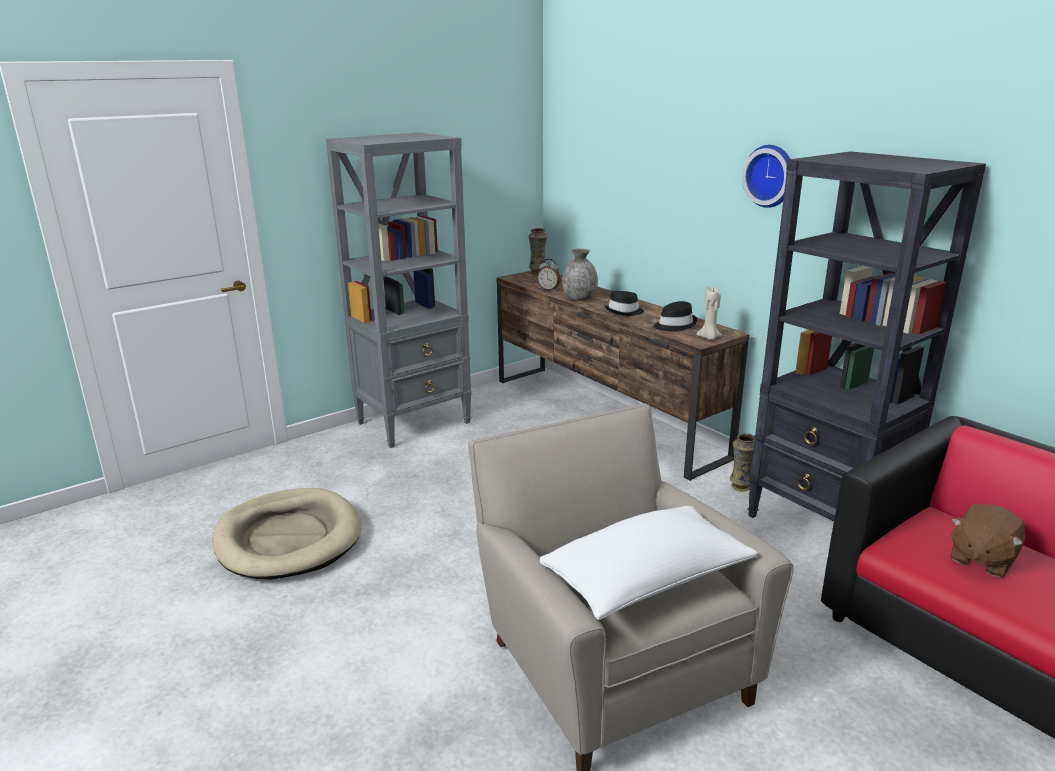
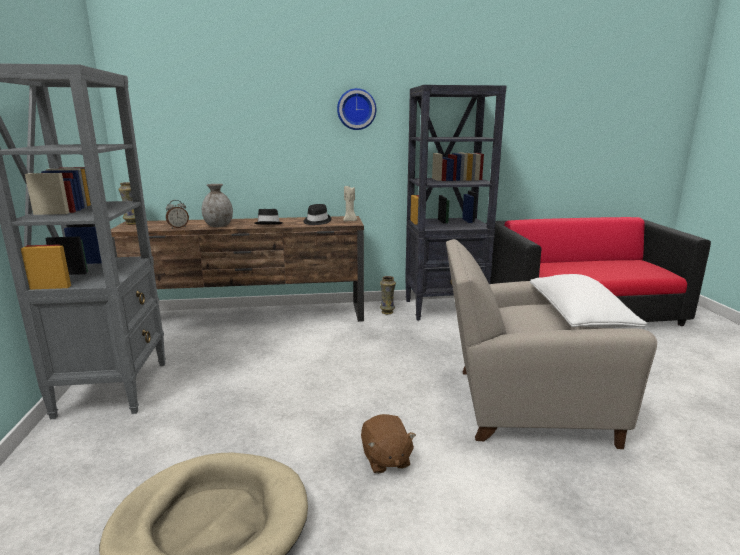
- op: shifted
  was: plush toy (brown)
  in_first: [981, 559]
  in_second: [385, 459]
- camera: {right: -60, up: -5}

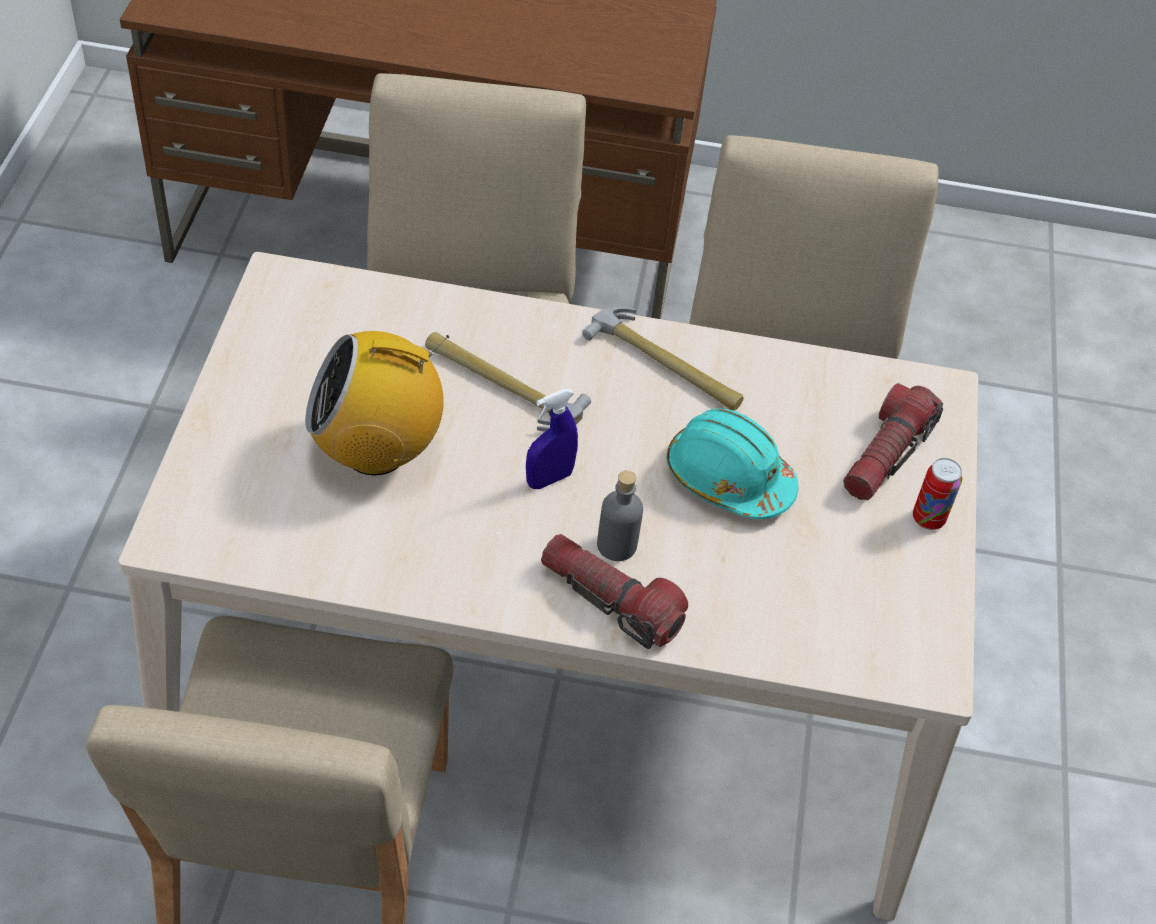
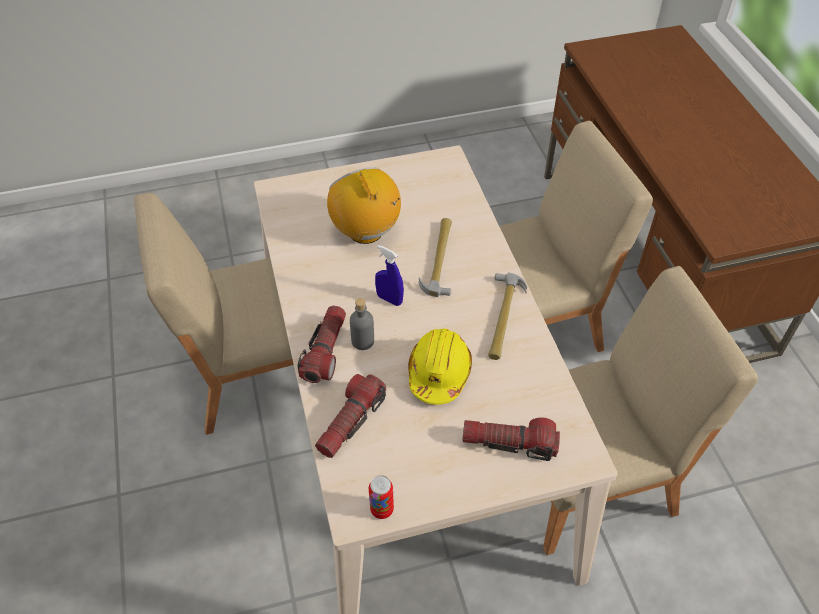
- op: repainted
  was: hard hat (turquoise)
  now: hard hat (yellow)
  in_first: [728, 478]
  in_second: [439, 373]
- op: shifted
  was: can
  in_first: [928, 519]
  in_second: [382, 509]
- op: new
  now: flashlight
  in_second: [350, 422]
- camera: {right: 70, up: 0}

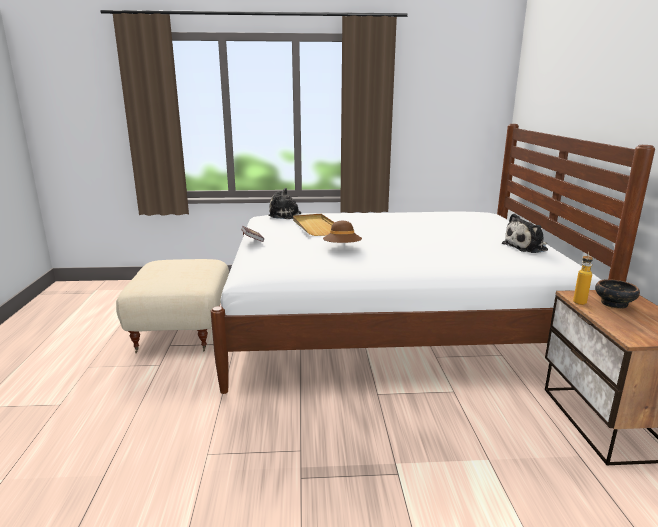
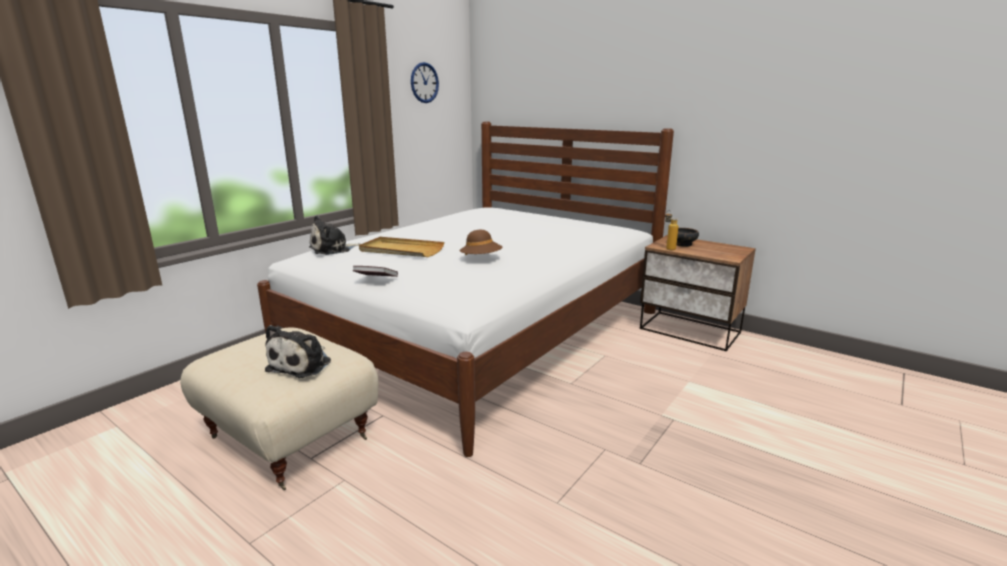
- op: shifted
  was: plush toy
  in_first: [527, 247]
  in_second: [302, 364]
- op: new
  now: wall clock
  in_second: [424, 82]
- camera: {right: -50, up: 0}

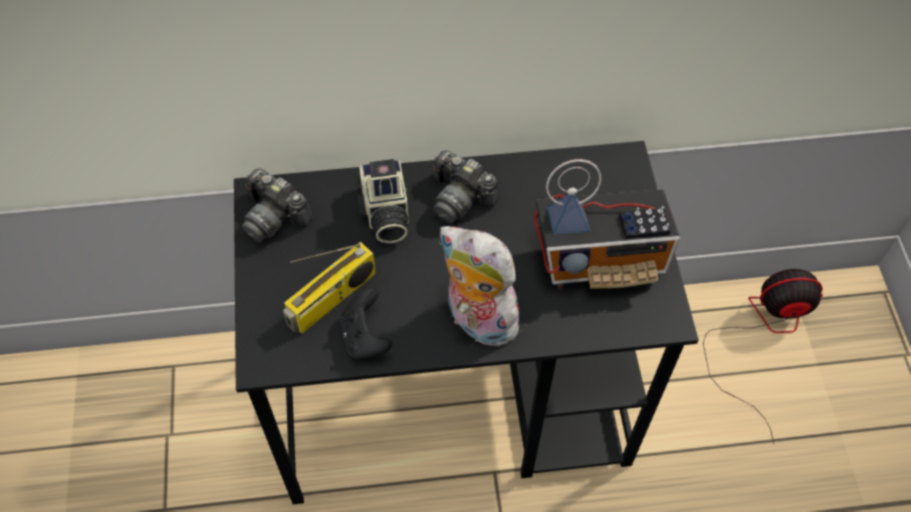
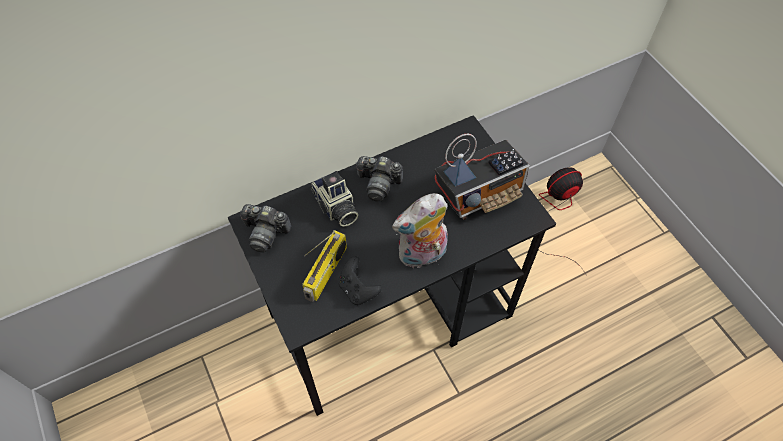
- op: rotated
  was: plush toy
  in_first: [476, 320]
  in_second: [422, 255]
  clockwise: -45
- camera: {right: -20, up: 0}

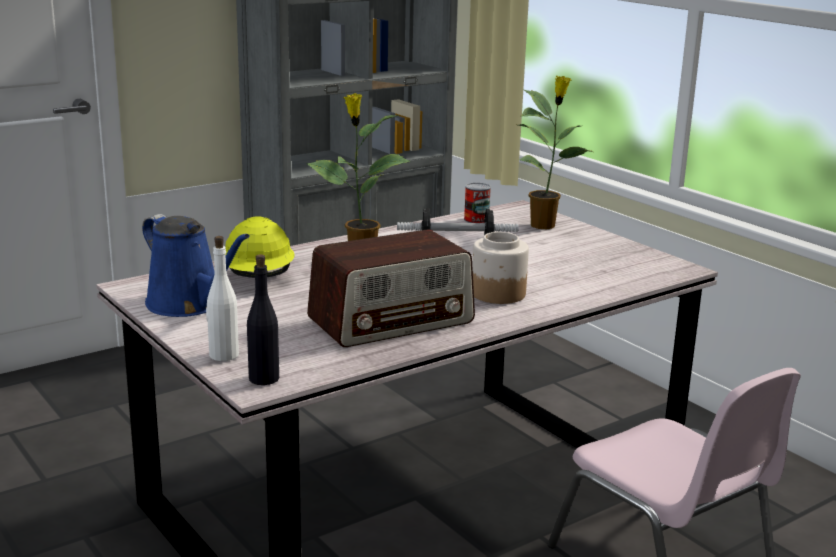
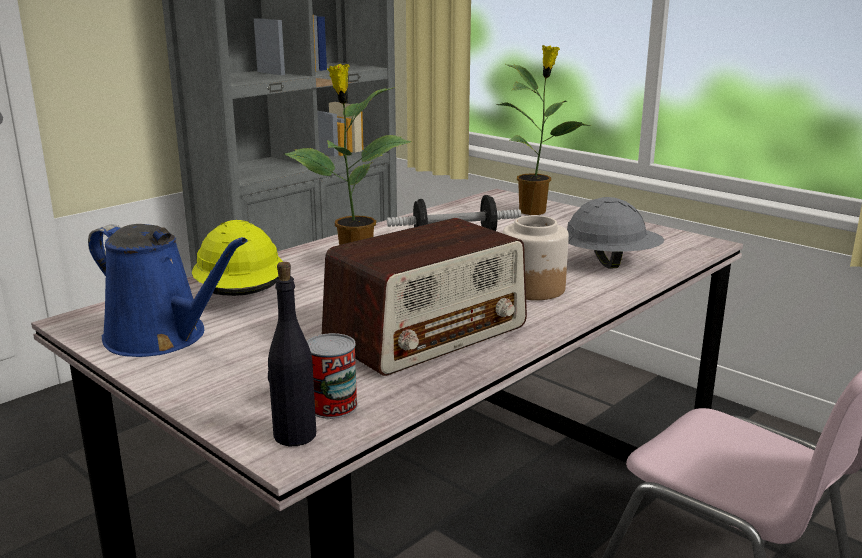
- op: gone
  was: bottle (white)
  in_first: [223, 355]
- op: shifted
  was: can
  in_first: [476, 220]
  in_second: [332, 406]
- op: new
  now: hard hat (grey)
  in_second: [610, 263]
- camera: {right: -10, up: 0}

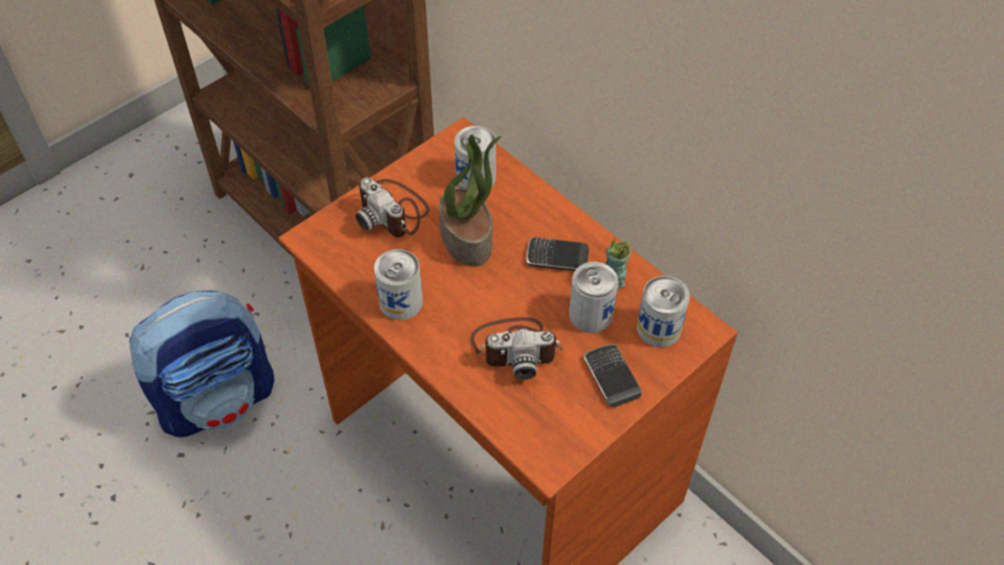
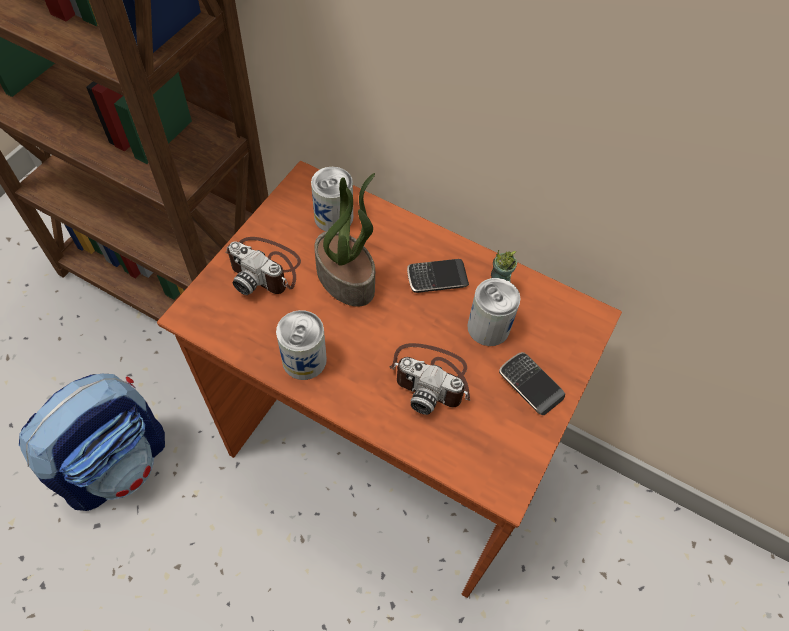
- op: rotated
  was: photo camera
  in_first: [516, 347]
  in_second: [431, 378]
  clockwise: 45
- op: gone
  was: can
  in_first: [659, 328]
- camera: {right: -20, up: 5}

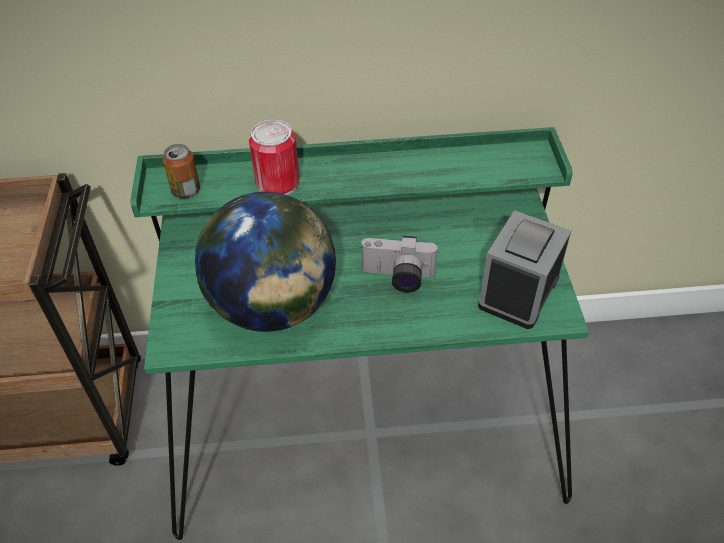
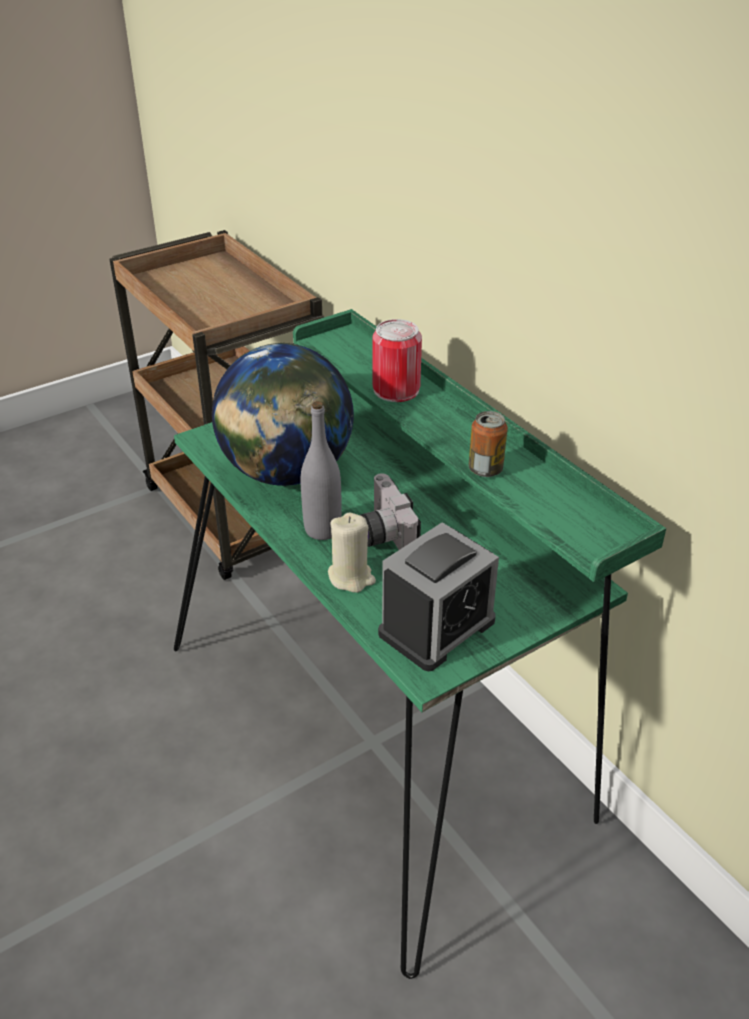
- op: shifted
  was: can
  in_first: [186, 191]
  in_second: [485, 469]
- op: rotated
  was: alarm clock
  in_first: [519, 291]
  in_second: [437, 627]
  clockwise: 135
- op: new
  now: bottle (grey)
  in_second: [322, 529]
- op: new
  now: candle (beige)
  in_second: [351, 577]
- camera: {right: 60, up: -10}

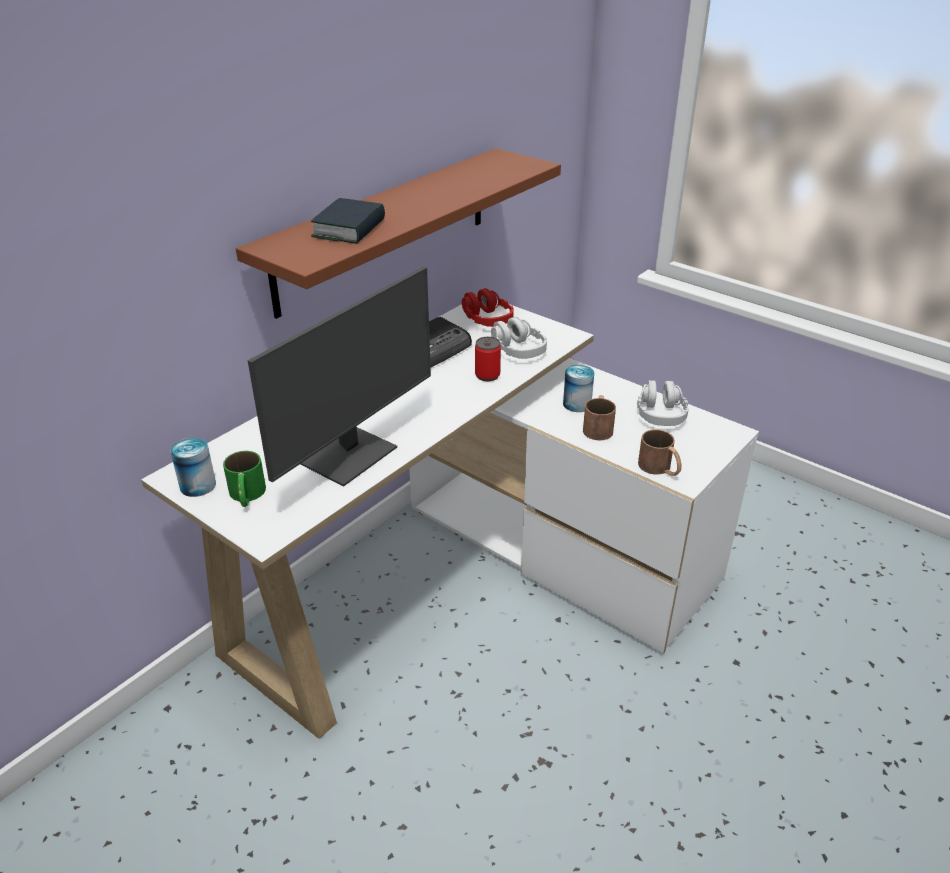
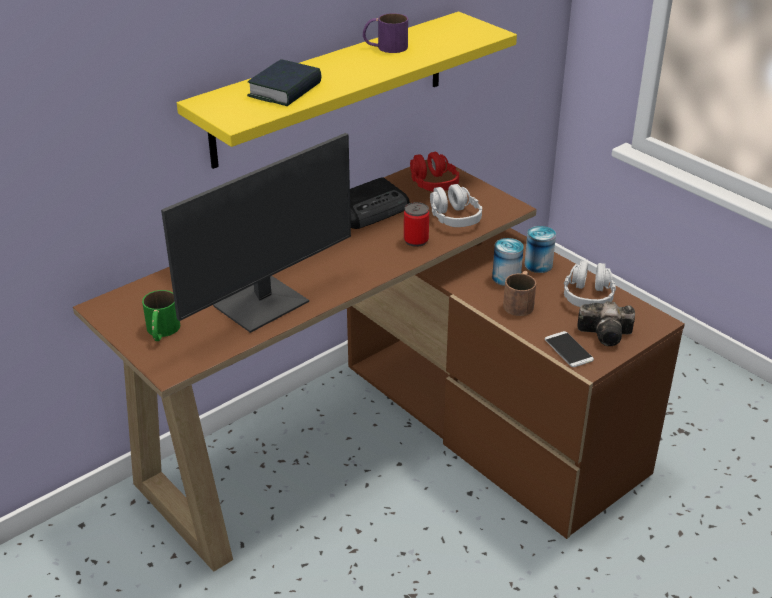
- op: repainted
  was: desk (white)
  now: desk (brown)
  in_first: [468, 578]
  in_second: [389, 442]
- op: shifted
  was: can
  in_first: [198, 485]
  in_second: [538, 265]
- op: repainted
  was: shelf (brown)
  now: shelf (yellow)
  in_first: [385, 229]
  in_second: [331, 88]
- op: swapped
  was: mug (brown)
  now: phone
  in_first: [660, 468]
  in_second: [568, 350]
- op: new
  now: mug (purple)
  in_second: [385, 47]
- op: new
  now: photo camera
  in_second: [607, 334]
- camera: {right: 10, up: 0}

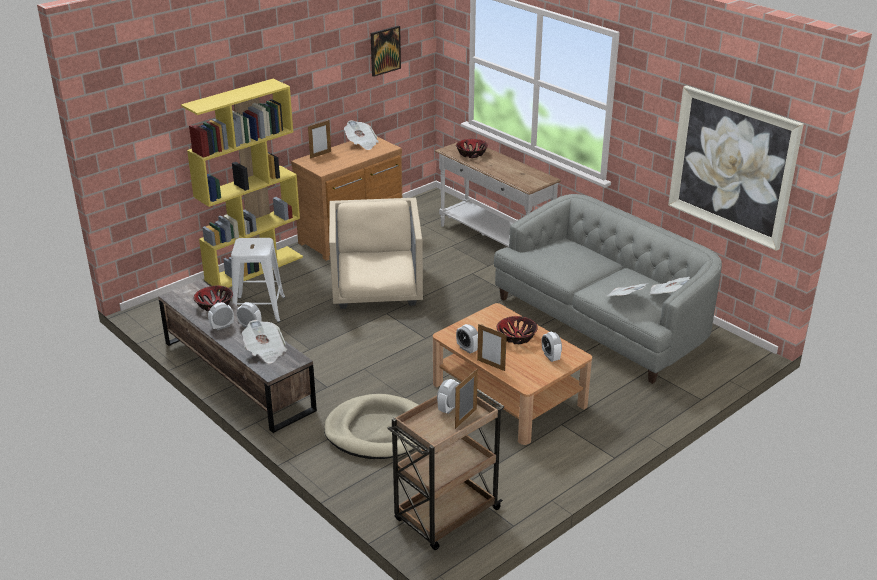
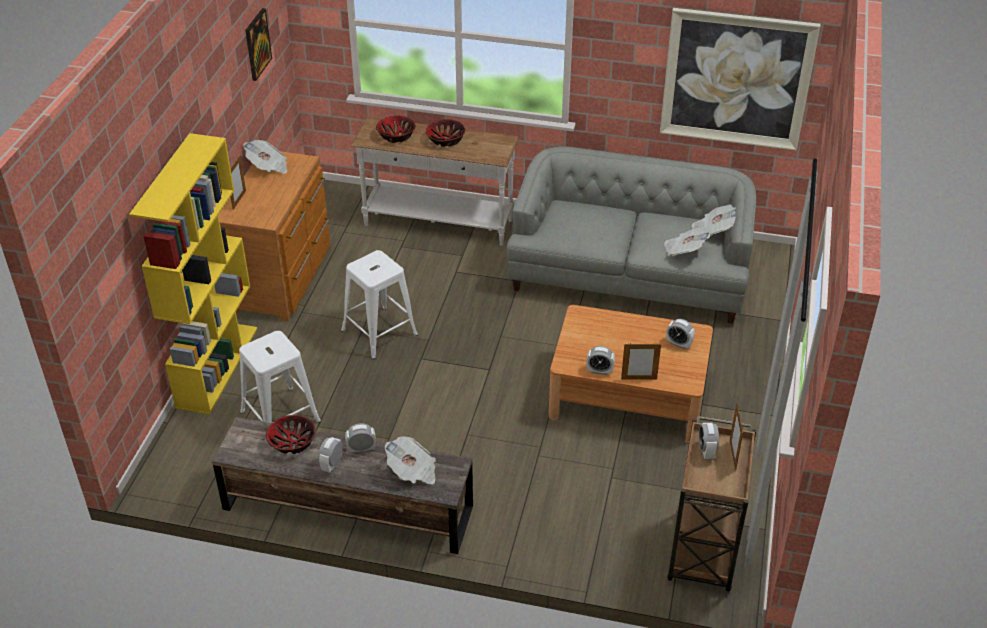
- op: gone
  was: dog bed (beige)
  in_first: [377, 431]
- op: swapped
  was: armchair (beige)
  now: stool (white)
  in_first: [377, 288]
  in_second: [379, 332]
- op: shifted
  was: bowl
  in_first: [516, 337]
  in_second: [445, 140]
- camera: {right: -35, up: 10}

